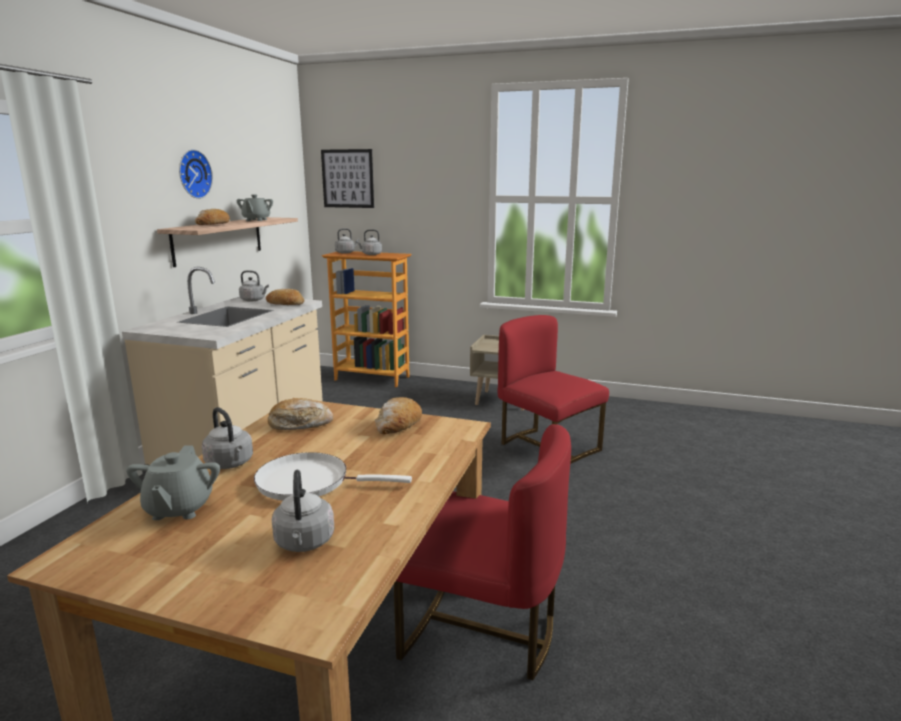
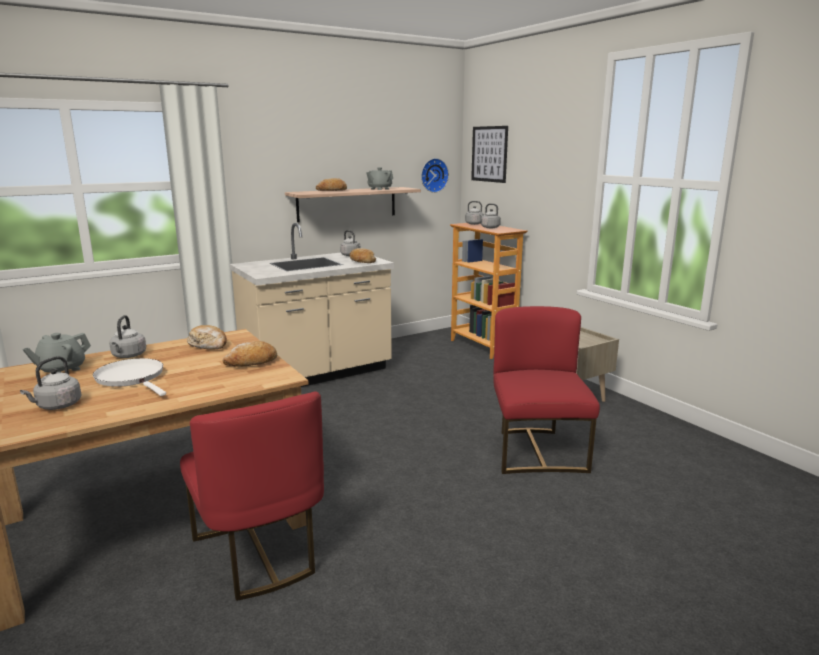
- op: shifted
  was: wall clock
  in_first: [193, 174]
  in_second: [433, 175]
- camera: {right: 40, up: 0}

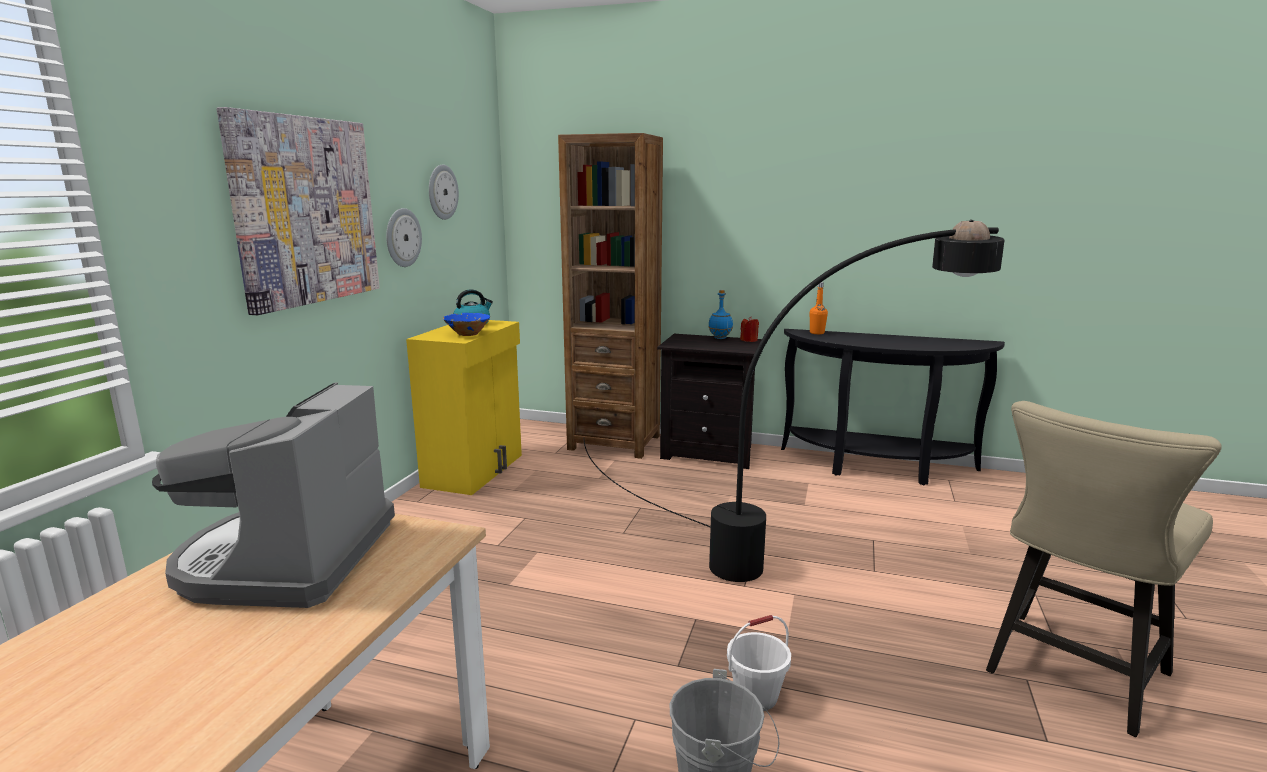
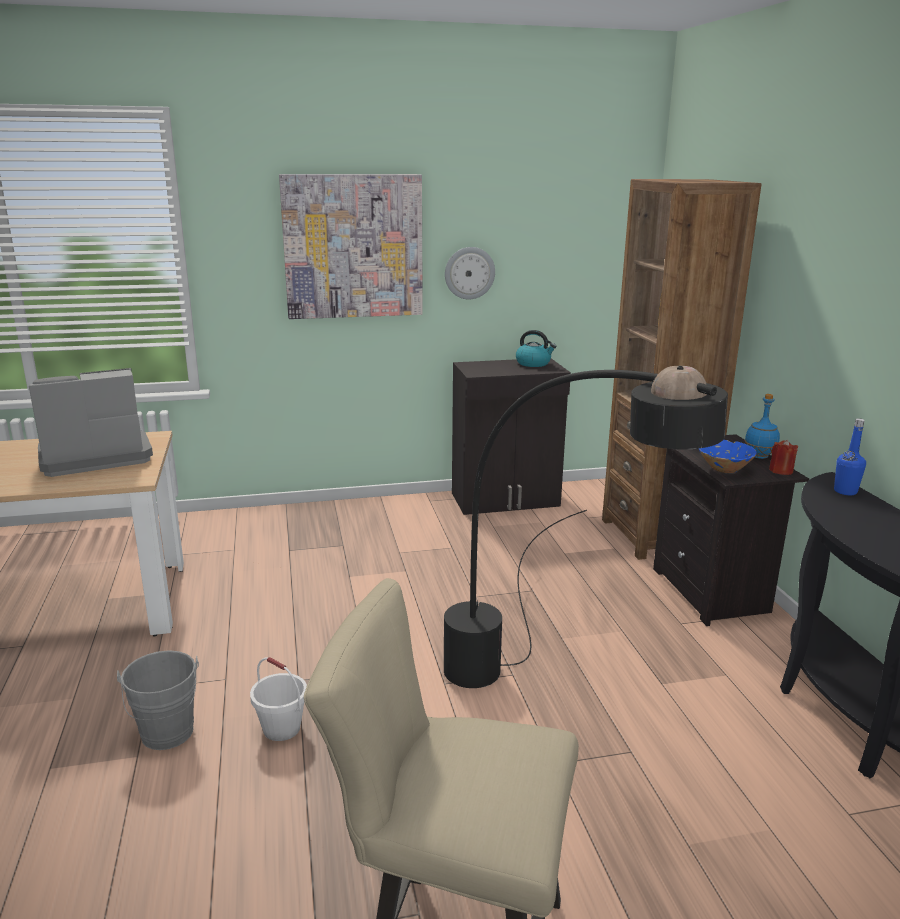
- op: repainted
  was: cabinet (yellow)
  now: cabinet (black)
  in_first: [475, 470]
  in_second: [506, 500]
- op: gone
  was: wall clock
  in_first: [442, 192]
- op: shifted
  was: bowl (blue)
  in_first: [468, 334]
  in_second: [724, 469]
- op: repainted
  was: bottle (orange)
  now: bottle (blue)
  in_first: [817, 333]
  in_second: [845, 491]
- camera: {right: 60, up: 5}

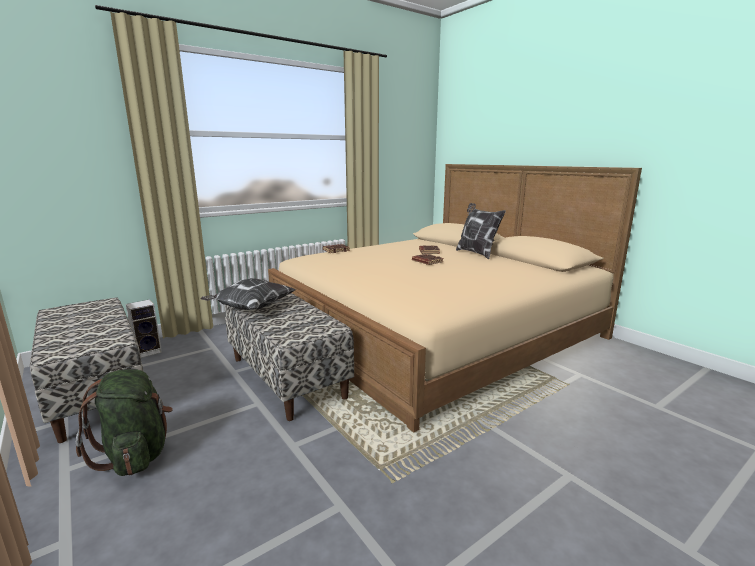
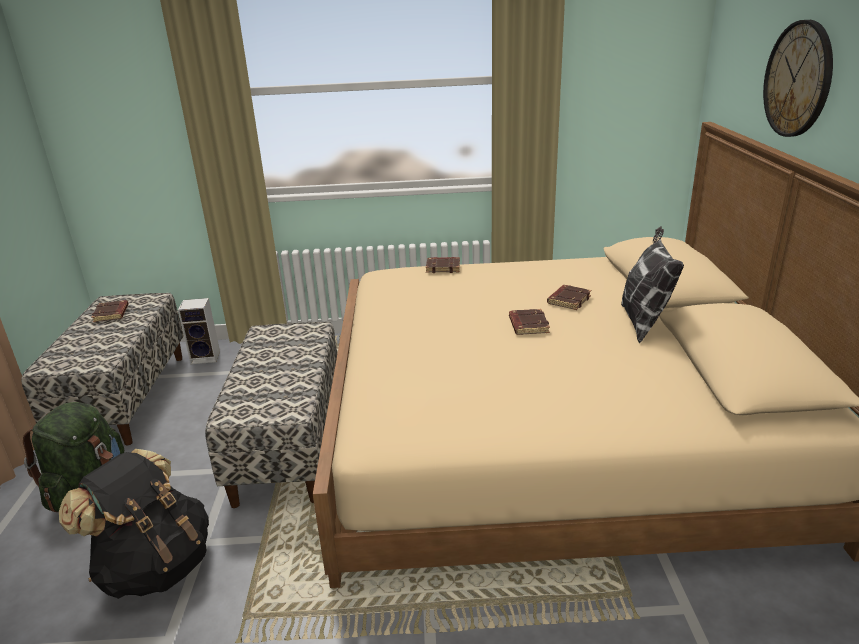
- op: gone
  was: pillow
  in_first: [250, 309]
- op: new
  now: backpack (black)
  in_second: [155, 566]
- op: new
  now: book (brown)
  in_second: [112, 314]
- op: new
  now: wall clock
  in_second: [798, 79]
- camera: {right: 35, up: 10}

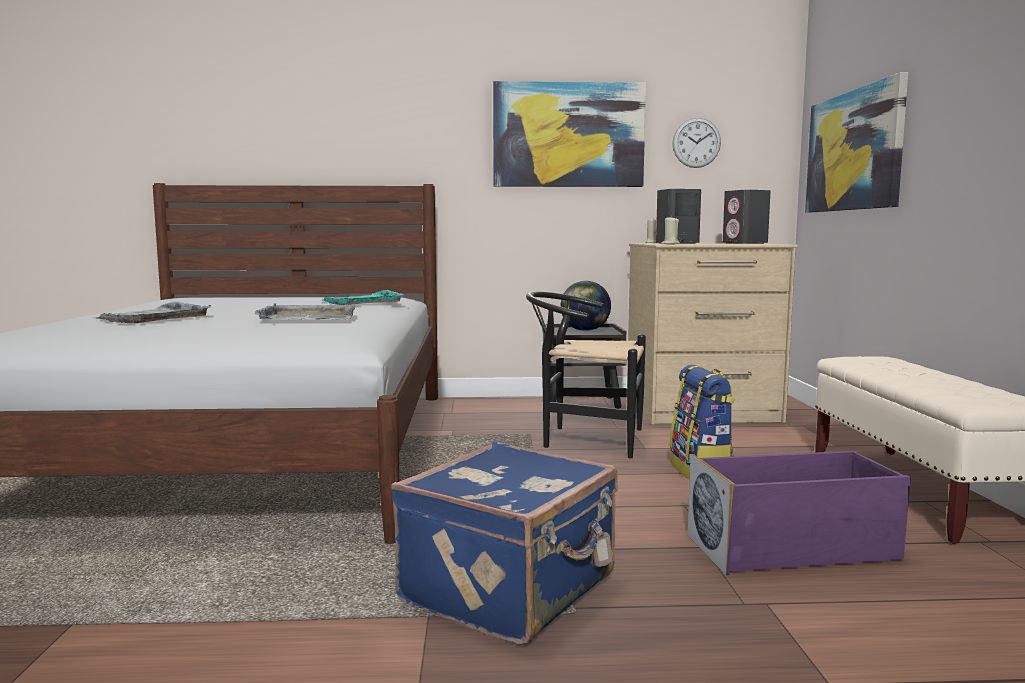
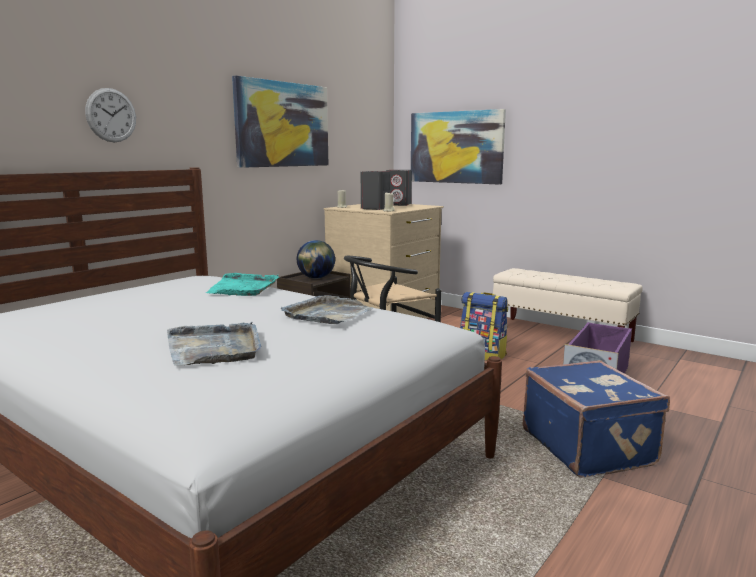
- op: shifted
  was: wall clock
  in_first: [696, 142]
  in_second: [111, 115]
- camera: {right: -50, up: 5}

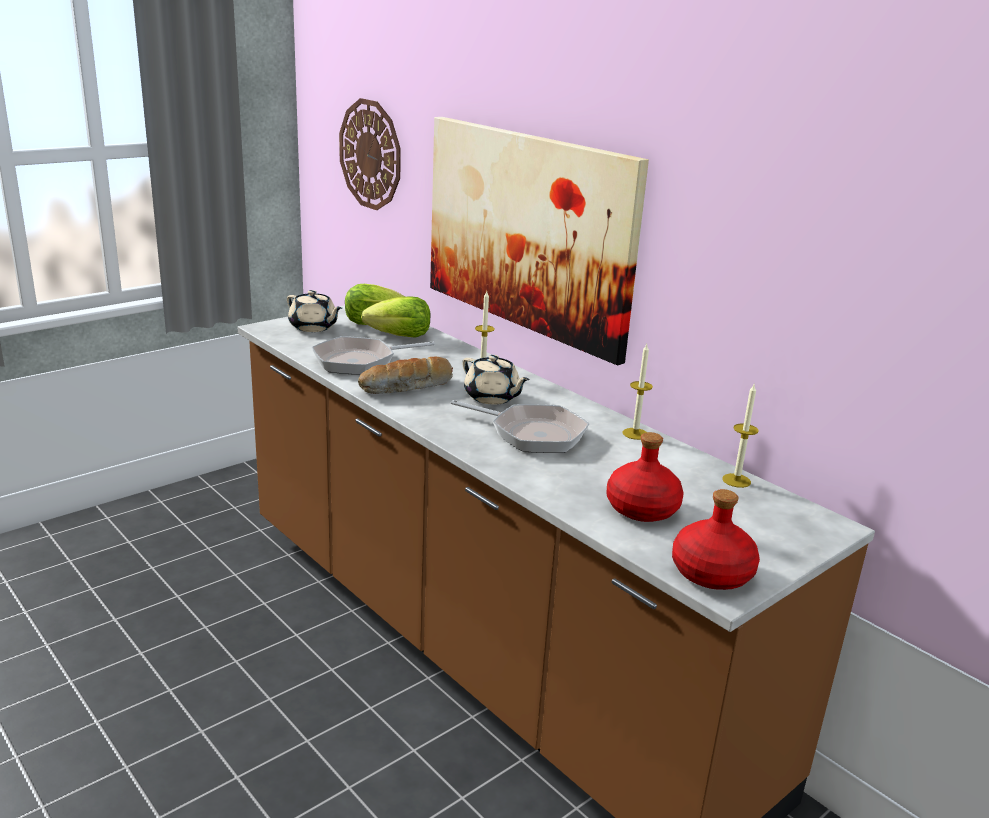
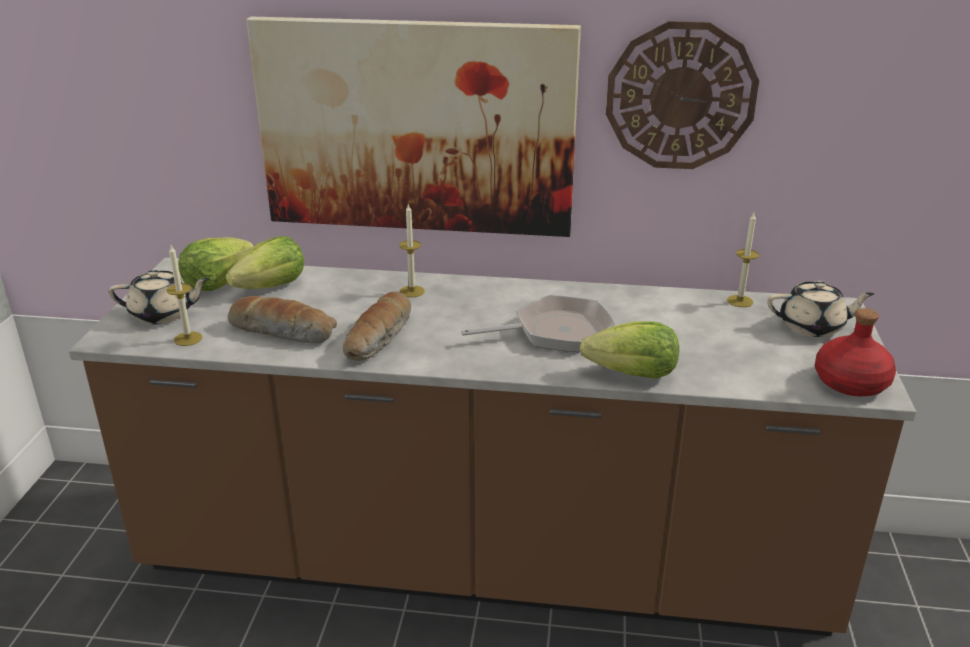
- op: swapped
  was: frying pan
  now: bread
  in_first: [360, 361]
  in_second: [284, 331]
- op: shifted
  was: wall clock
  in_first: [370, 154]
  in_second: [680, 96]
- op: shifted
  was: teapot (beige)
  in_first: [492, 397]
  in_second: [813, 327]
- op: gone
  was: bottle (red)
  in_first: [642, 508]
- op: shifted
  was: candle
  in_first: [635, 434]
  in_second: [188, 339]
- op: new
  now: lettuce
  in_second: [633, 374]
- camera: {right: -40, up: 5}

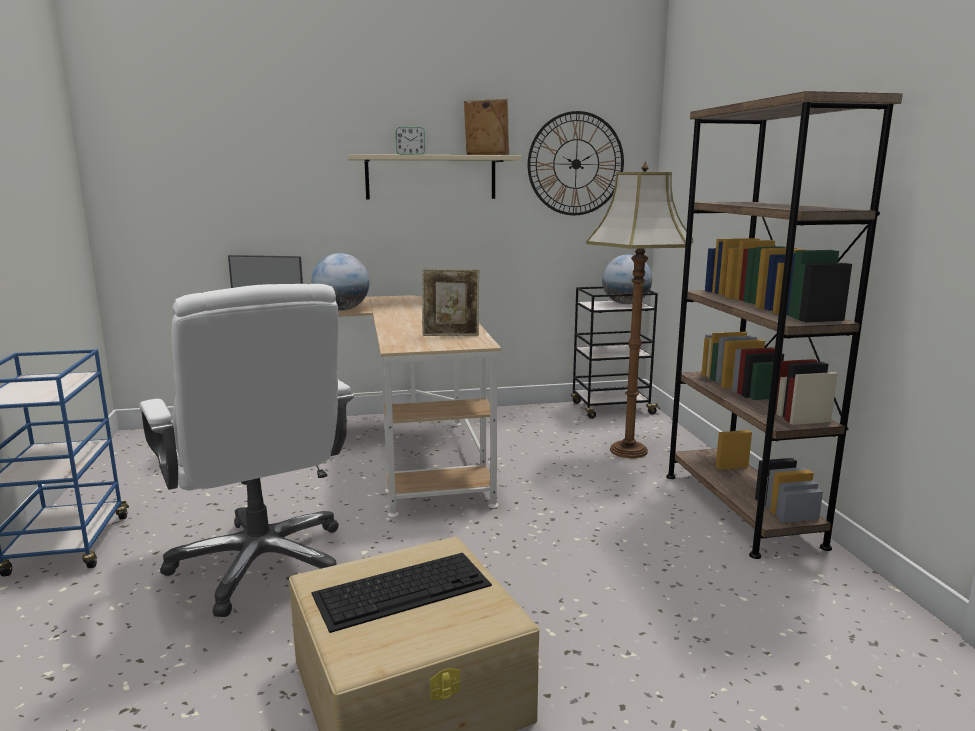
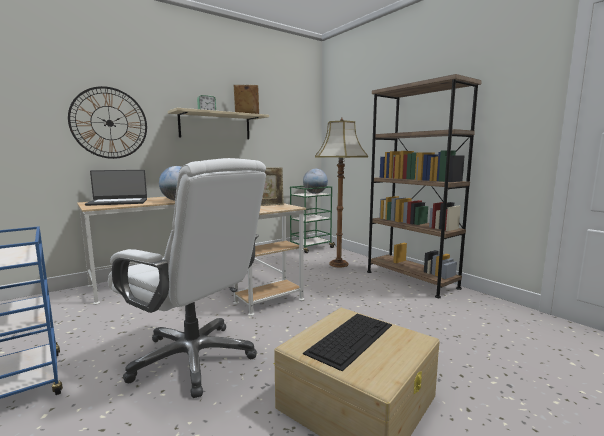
- op: shifted
  was: wall clock
  in_first: [576, 164]
  in_second: [109, 123]
- op: repainted
  was: cart (black)
  now: cart (green)
  in_first: [611, 408]
  in_second: [311, 248]
- camera: {right: -25, up: -5}

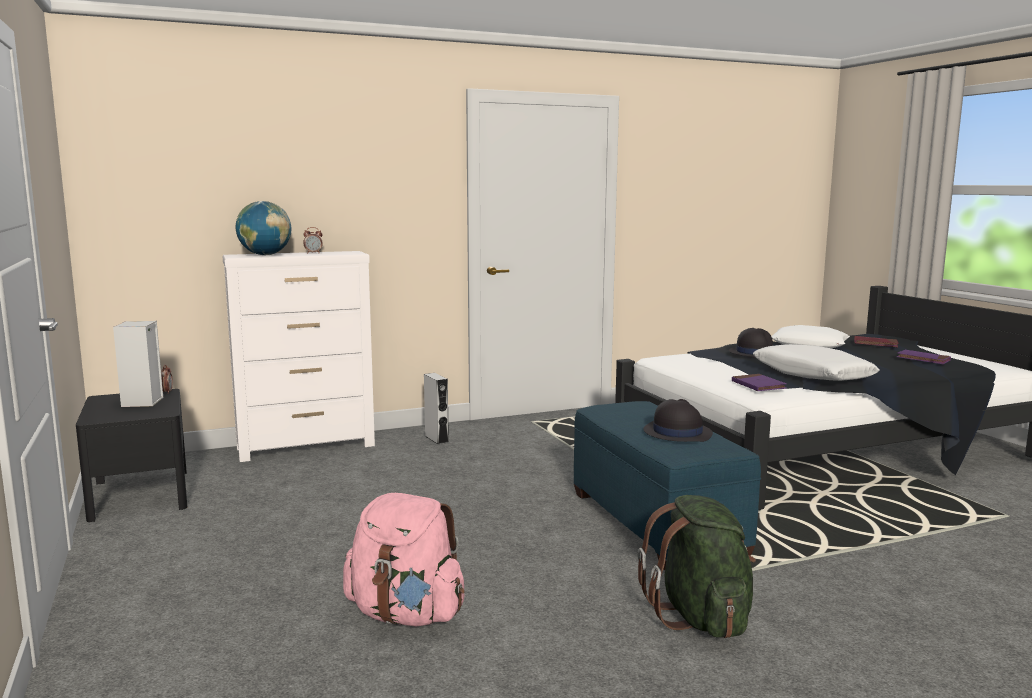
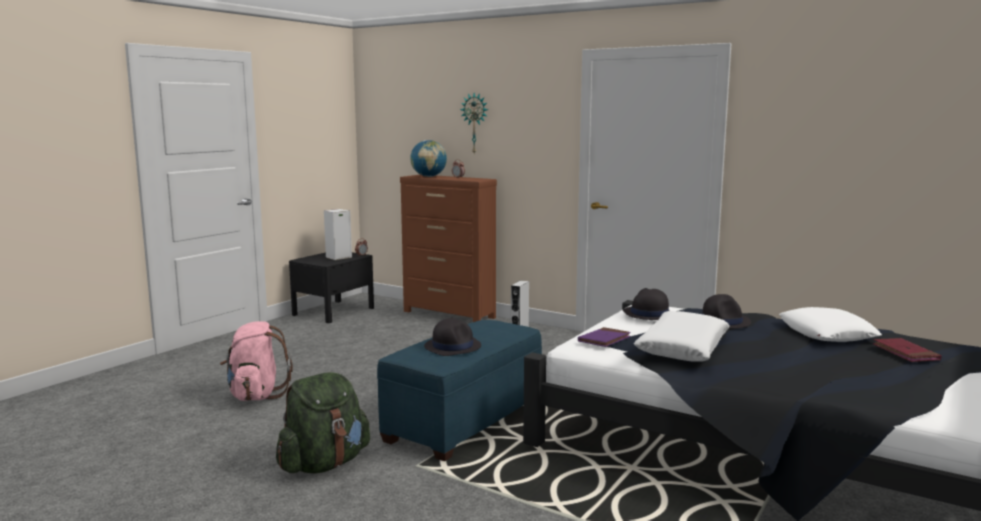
- op: repainted
  was: dresser (white)
  now: dresser (brown)
  in_first: [307, 447]
  in_second: [449, 315]
- op: gone
  was: book (purple)
  in_first: [923, 359]
- op: new
  now: wall clock
  in_second: [475, 123]
- op: new
  now: hat (black)
  in_second: [648, 314]
- camera: {right: 55, up: 0}

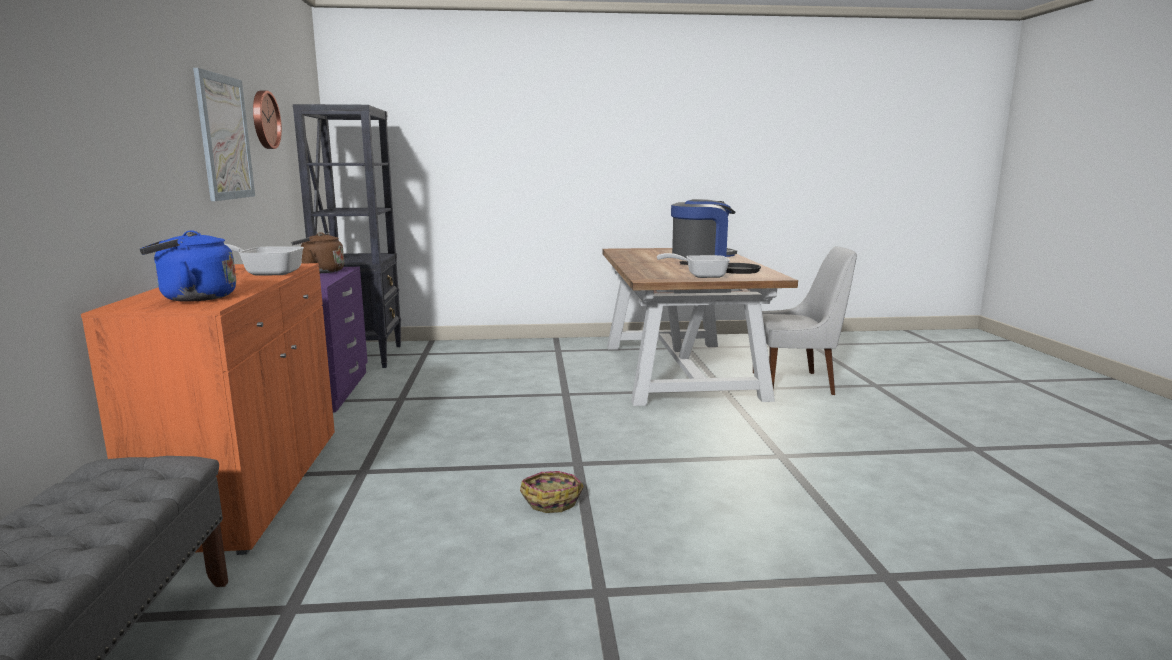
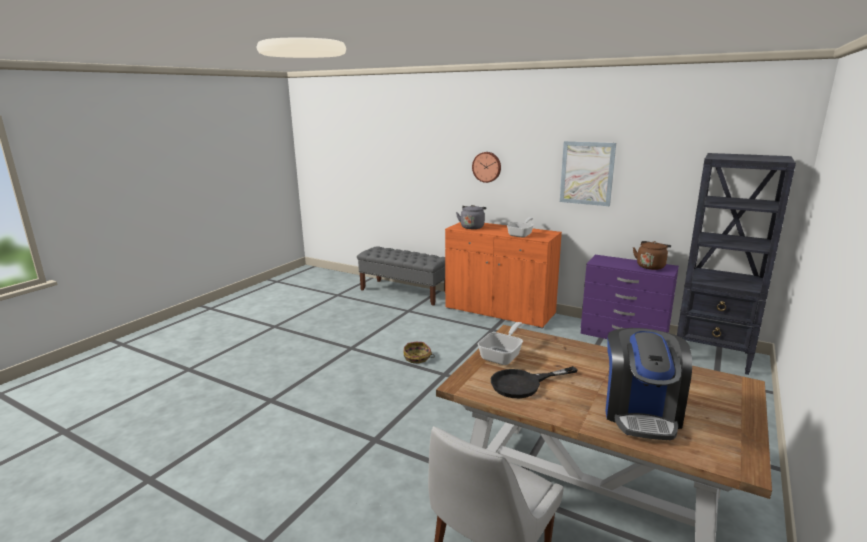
- op: repainted
  was: kettle (blue)
  now: kettle (grey)
  in_first: [193, 298]
  in_second: [472, 227]
- op: shifted
  was: wall clock
  in_first: [264, 120]
  in_second: [487, 167]
- camera: {right: 125, up: 5}

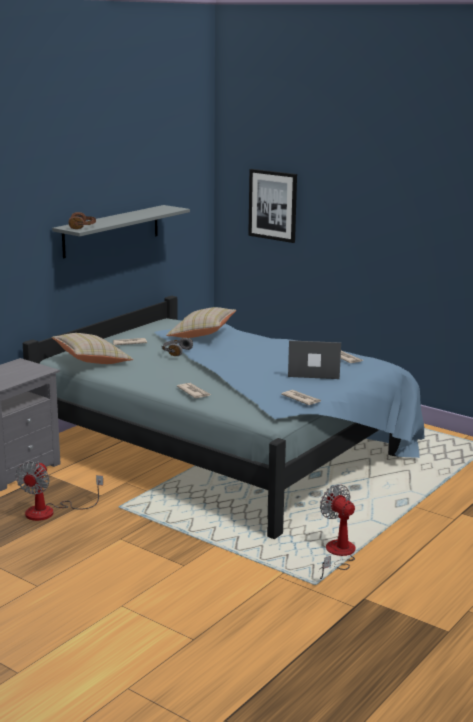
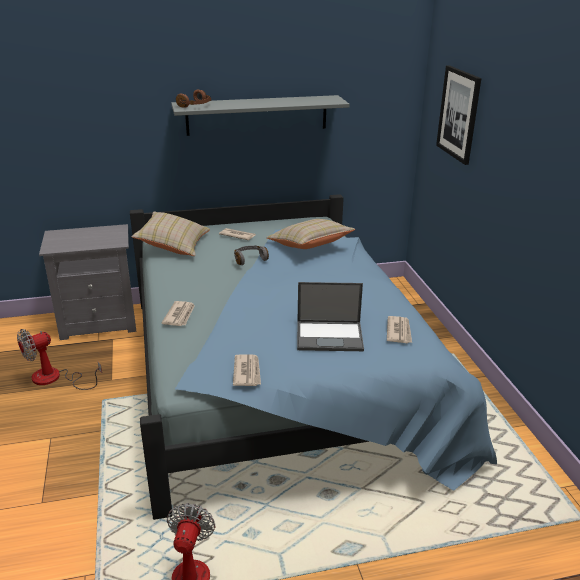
- op: rotated
  was: laptop
  in_first: [313, 371]
  in_second: [330, 336]
  clockwise: 135
- camera: {right: 40, up: 10}

